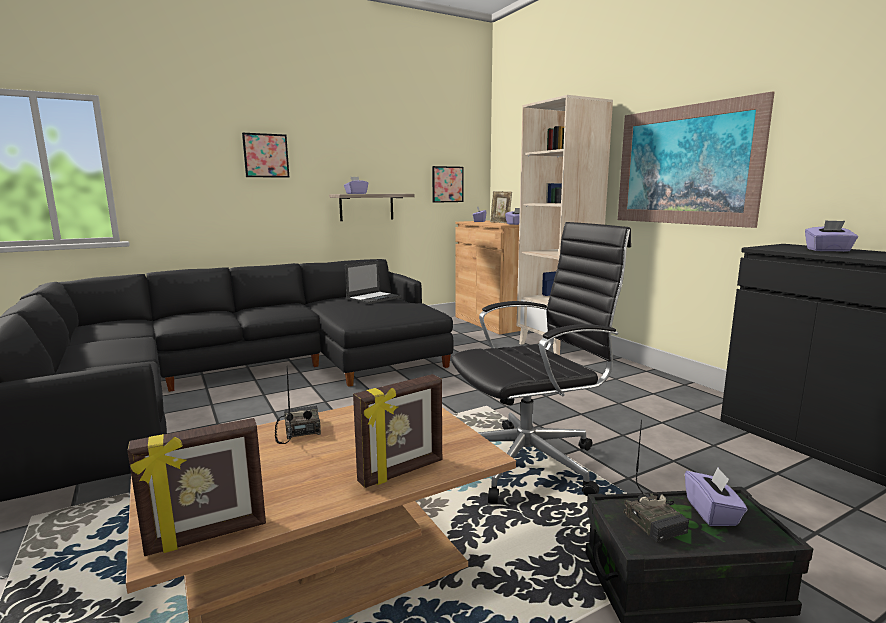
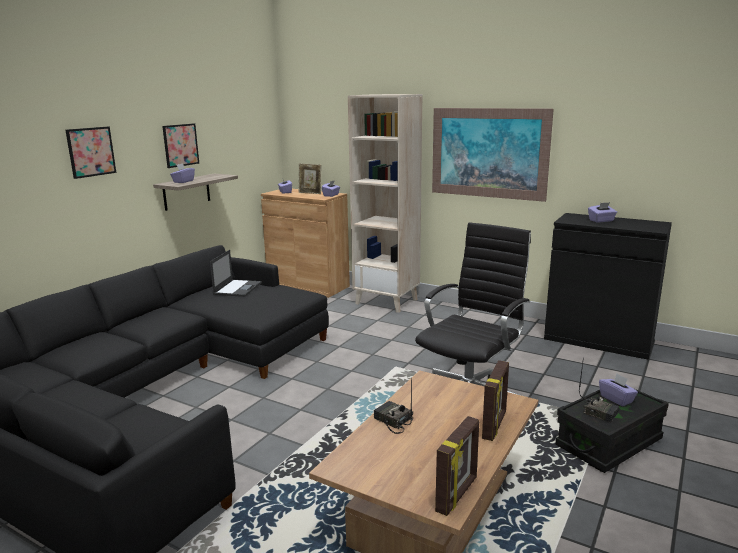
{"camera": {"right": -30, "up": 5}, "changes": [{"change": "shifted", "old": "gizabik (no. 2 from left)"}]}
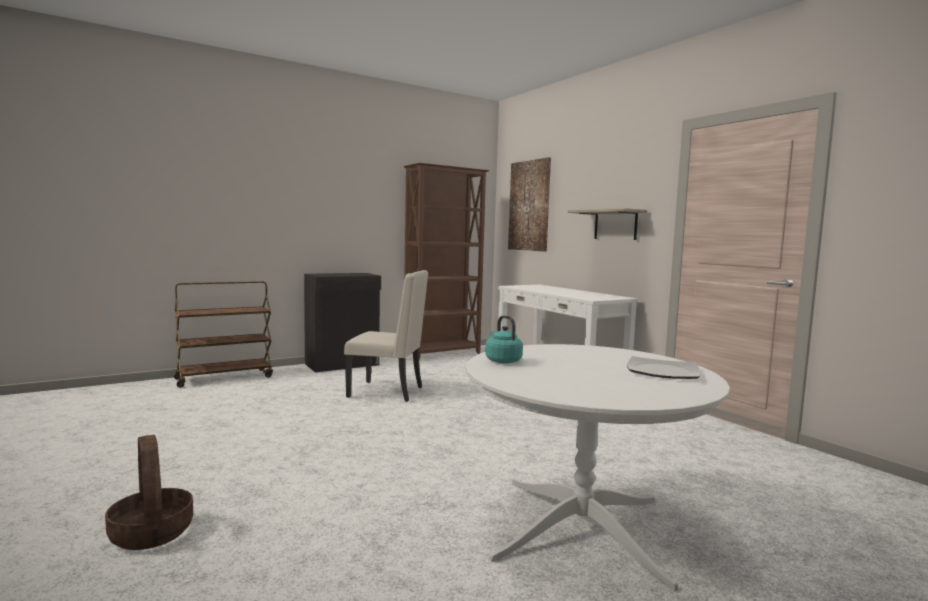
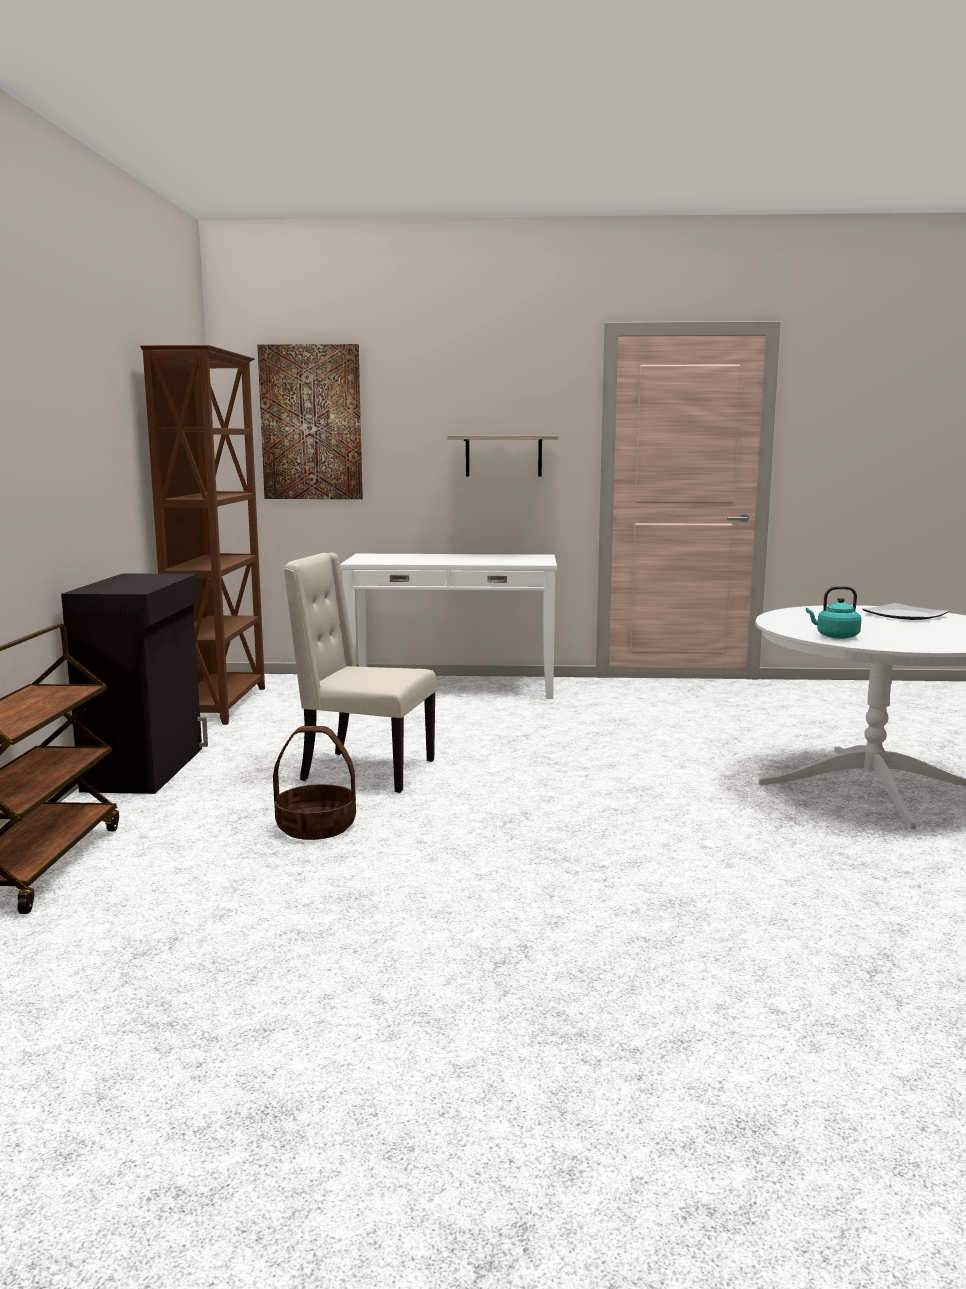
{"camera": {"right": -55, "up": 5}, "changes": [{"change": "rotated", "old": "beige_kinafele", "degrees": -120}, {"change": "shifted", "old": "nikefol"}]}
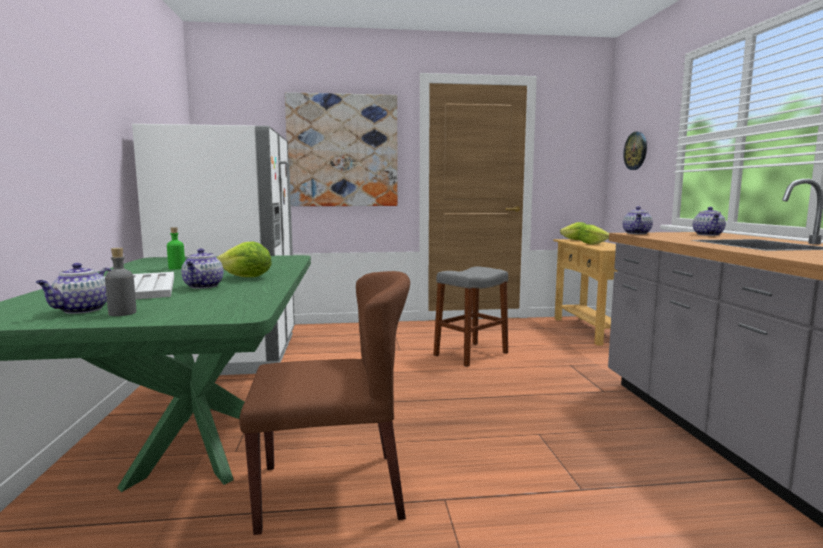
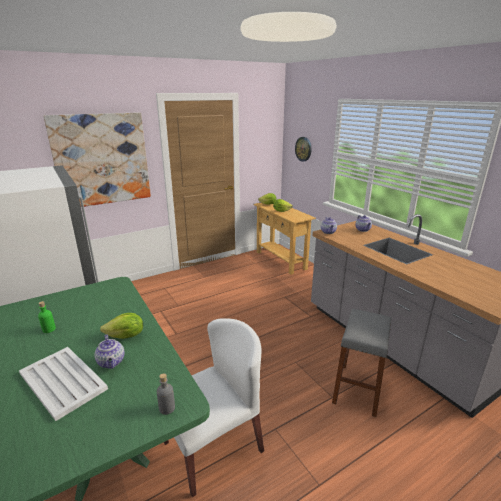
{"camera": {"right": -25, "up": 15}, "changes": [{"change": "shifted", "old": "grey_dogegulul"}, {"change": "gone", "old": "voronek (no. 1 from left)"}, {"change": "shifted", "old": "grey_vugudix"}, {"change": "repainted", "old": "brown_kinafele", "new": "white_kinafele"}]}
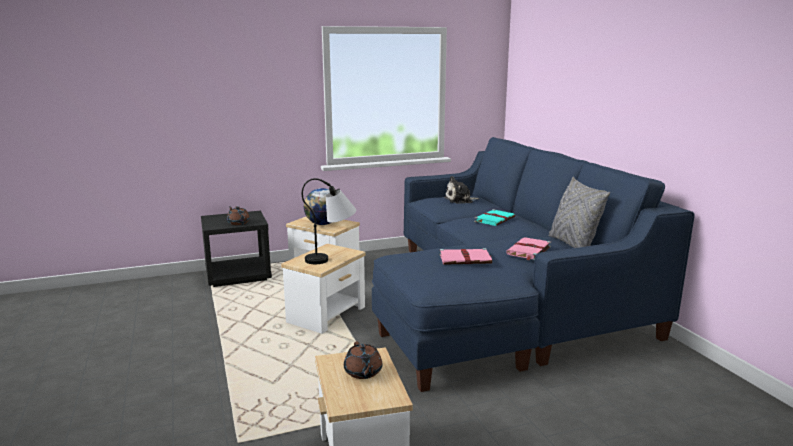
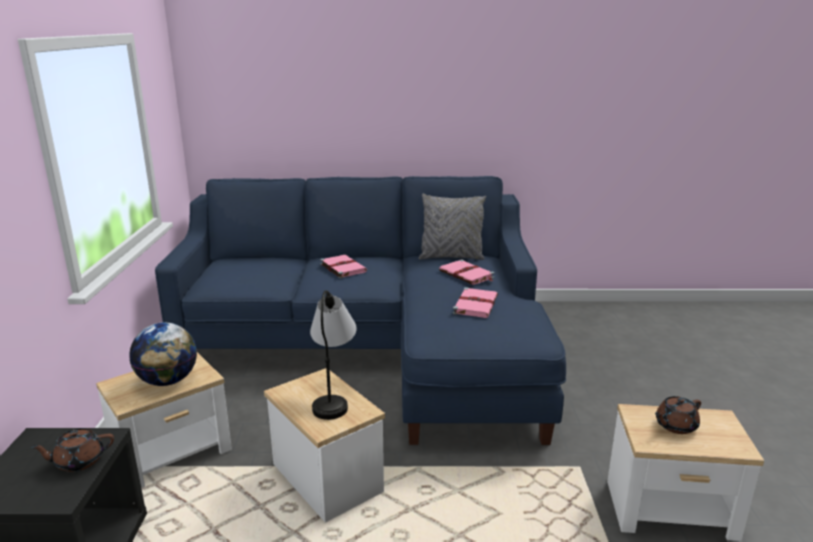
{"camera": {"right": -70, "up": 5}, "changes": [{"change": "gone", "old": "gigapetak"}, {"change": "repainted", "old": "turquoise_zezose", "new": "pink_zezose (no. 1 from left)"}, {"change": "rotated", "old": "brown_voronek (no. 2 from left)", "degrees": 150}]}
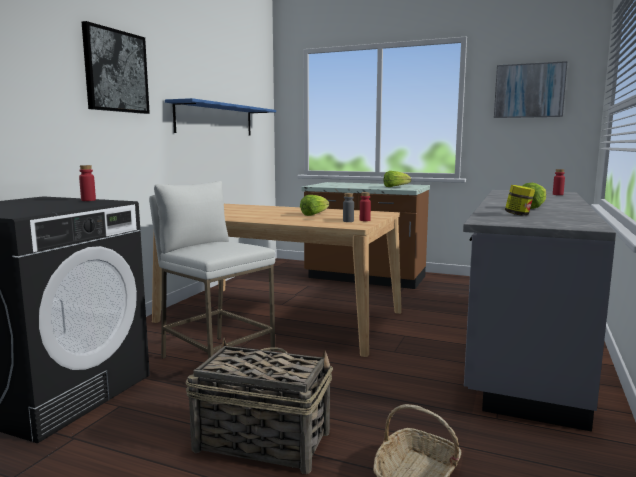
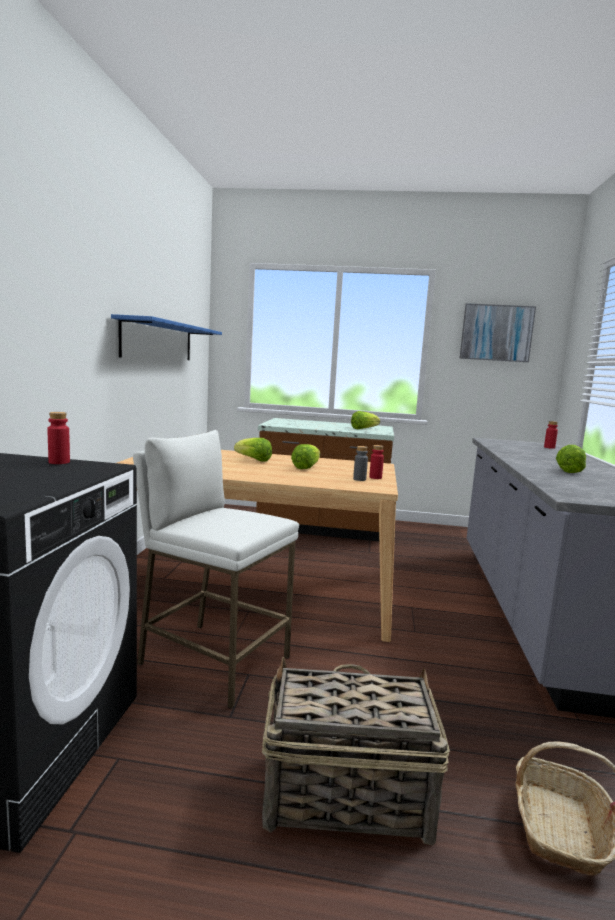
{"camera": {"right": -15, "up": 0}, "changes": [{"change": "gone", "old": "gizabik (no. 1 from left)"}, {"change": "gone", "old": "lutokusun"}, {"change": "new", "new": "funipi (no. 1 from left)"}]}
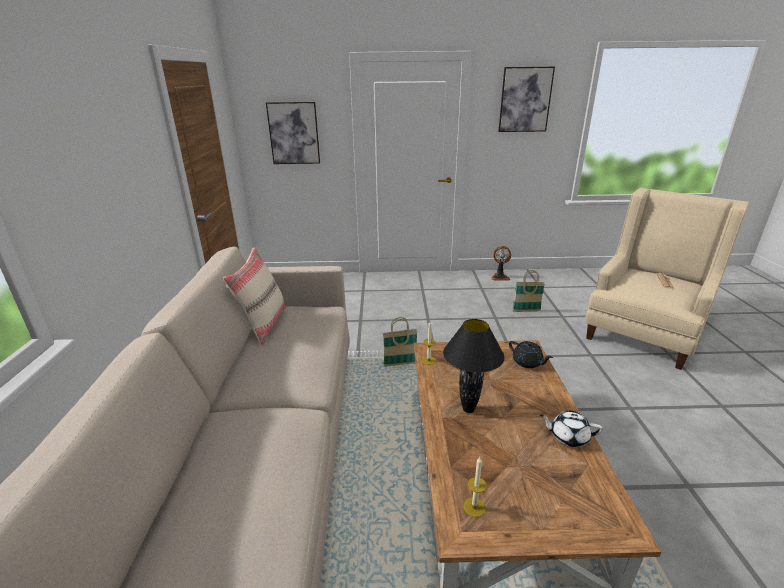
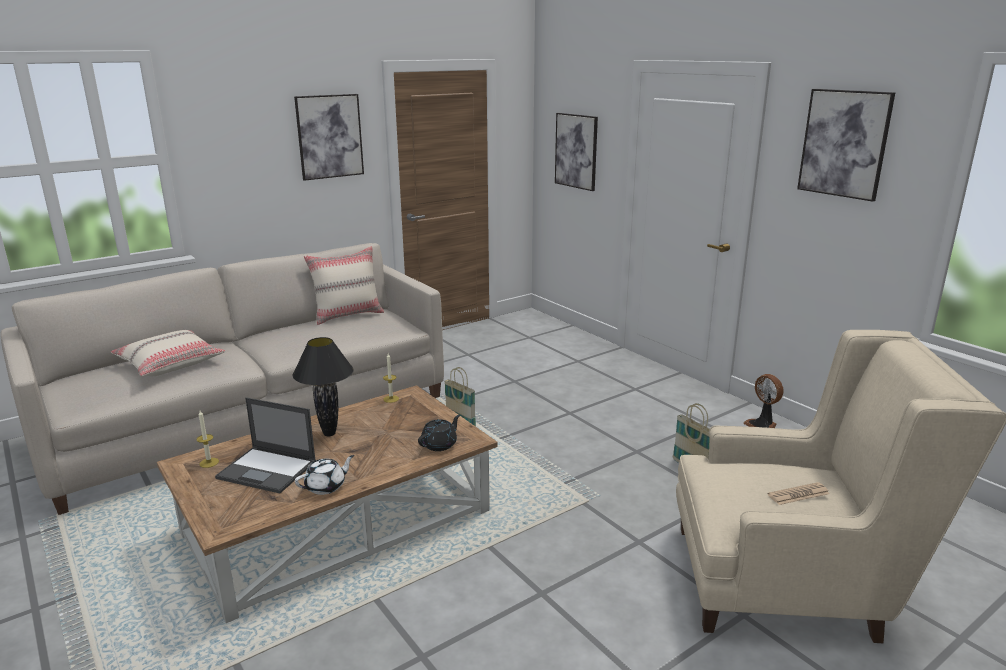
{"camera": {"right": 55, "up": -5}, "changes": [{"change": "rotated", "old": "black_voronek", "degrees": -150}, {"change": "rotated", "old": "white_voronek", "degrees": 75}, {"change": "new", "new": "gizabik (no. 1 from left)"}, {"change": "new", "new": "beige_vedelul (no. 1 from left)"}, {"change": "new", "new": "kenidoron"}]}
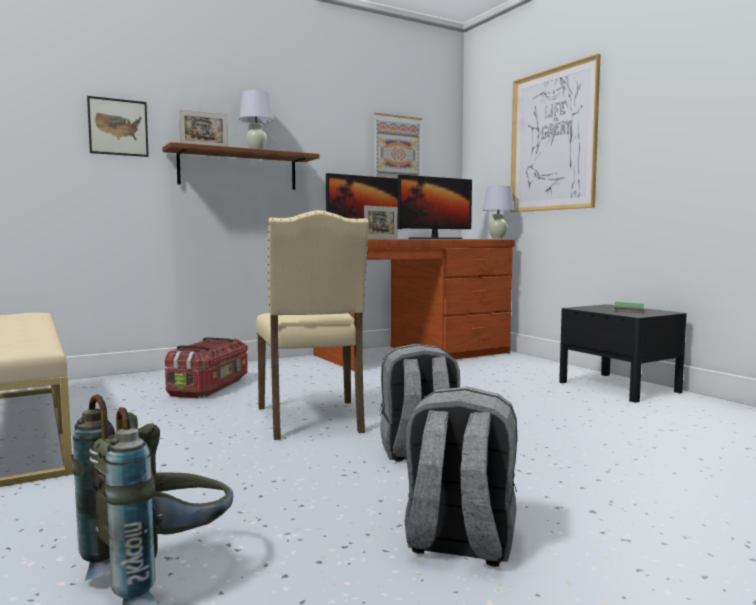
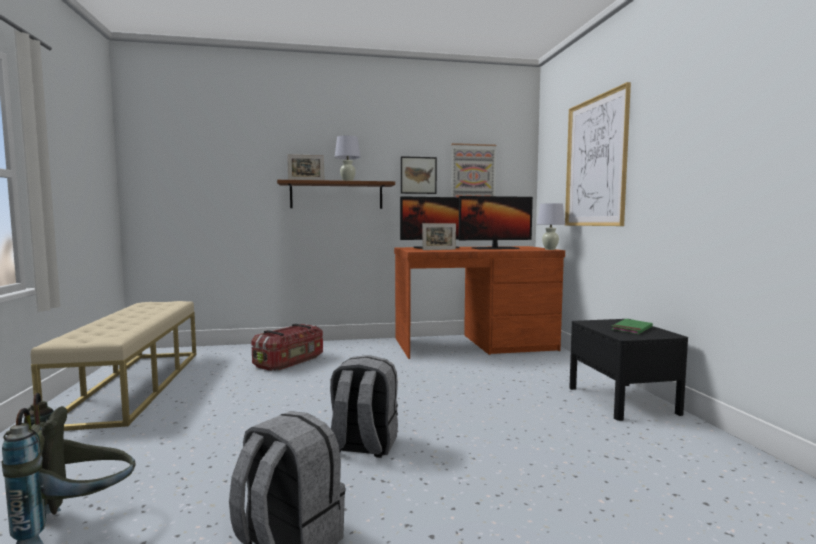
{"camera": {"right": 20, "up": 0}, "changes": [{"change": "shifted", "old": "gizabik (no. 1 from left)"}, {"change": "gone", "old": "beige_kinafele"}]}
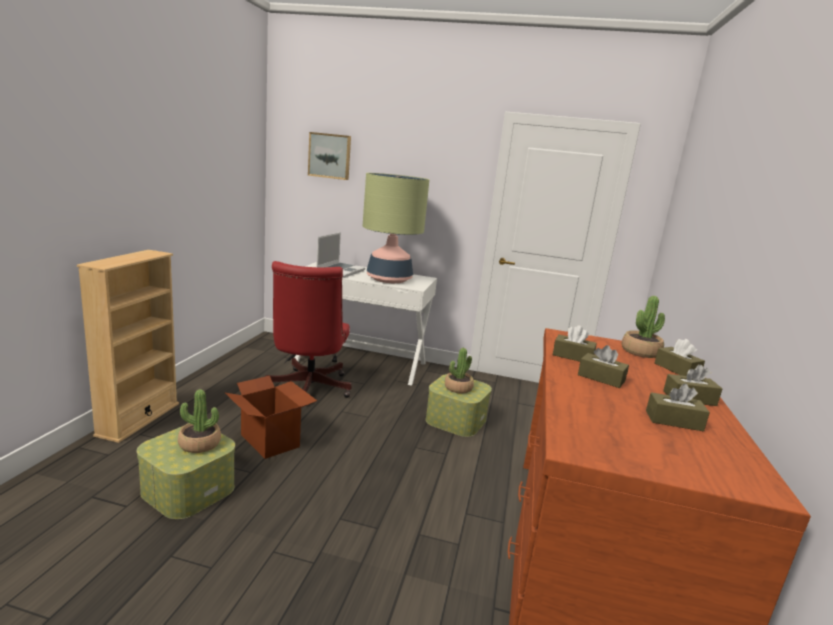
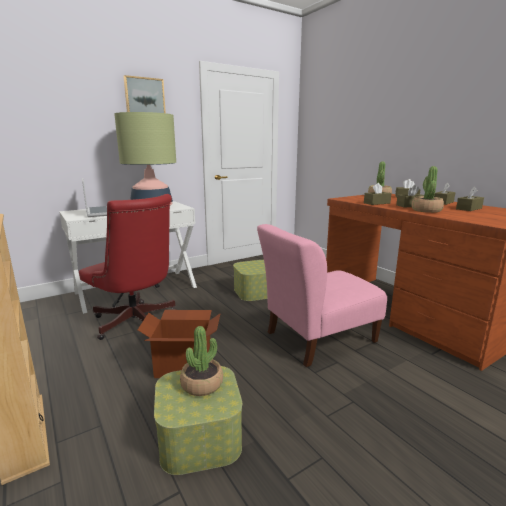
{"camera": {"right": -45, "up": 0}, "changes": [{"change": "shifted", "old": "gizabik"}, {"change": "shifted", "old": "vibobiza (no. 2 from left in the first image)", "new": "vibobiza (no. 3 from left)"}, {"change": "new", "new": "pink_kinafele"}]}
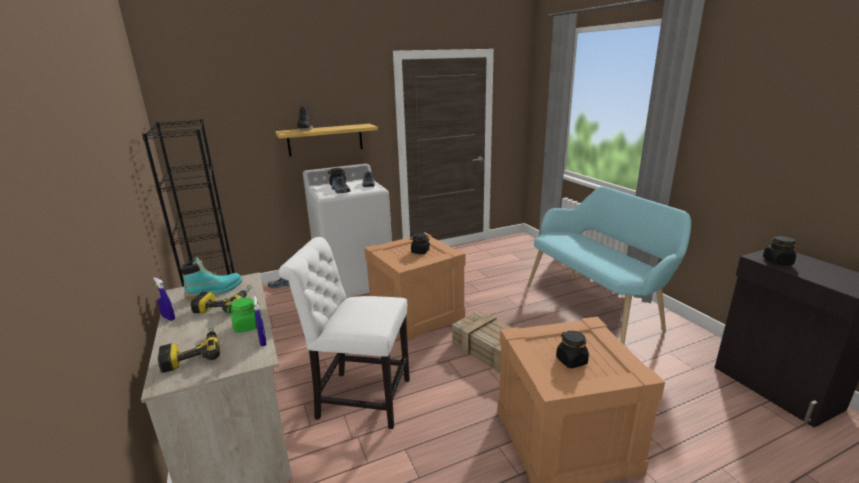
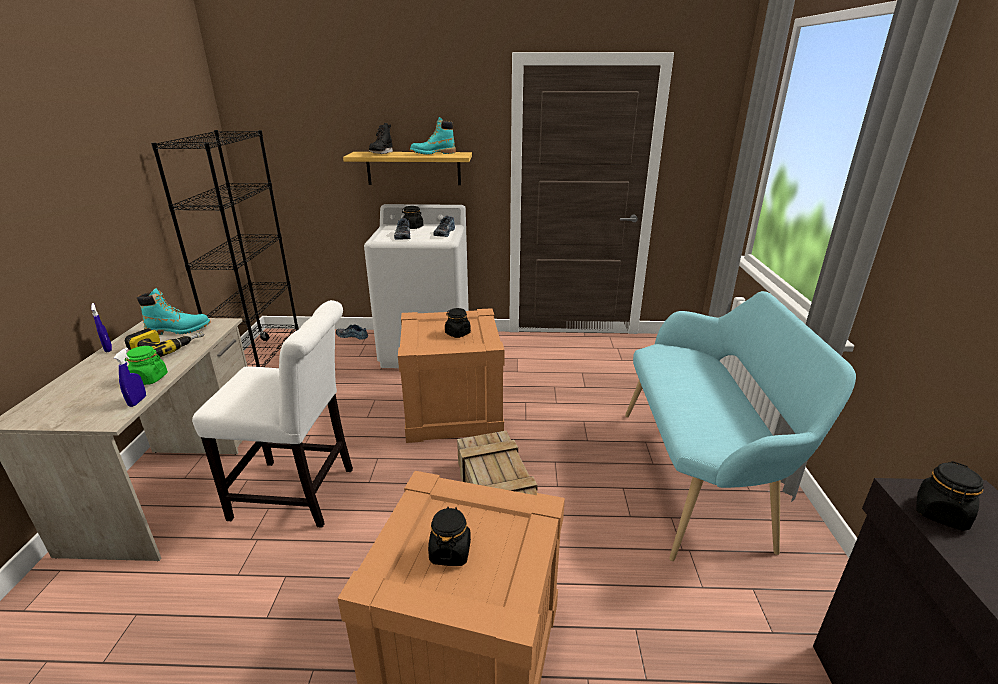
{"camera": {"right": 25, "up": 5}, "changes": [{"change": "rotated", "old": "white_kinafele", "degrees": 150}, {"change": "gone", "old": "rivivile (no. 1 from left)"}, {"change": "new", "new": "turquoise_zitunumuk (no. 2 from left)"}]}
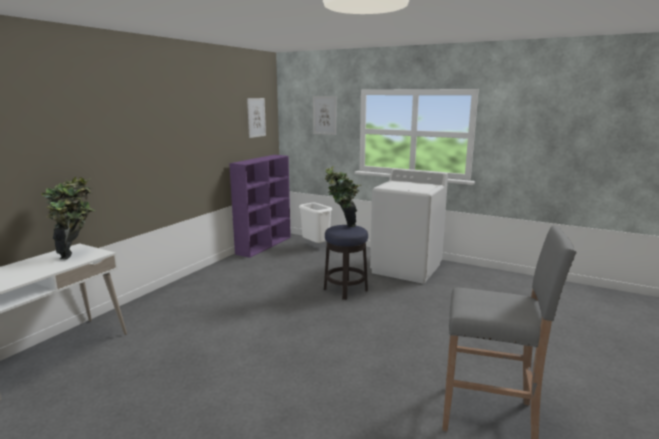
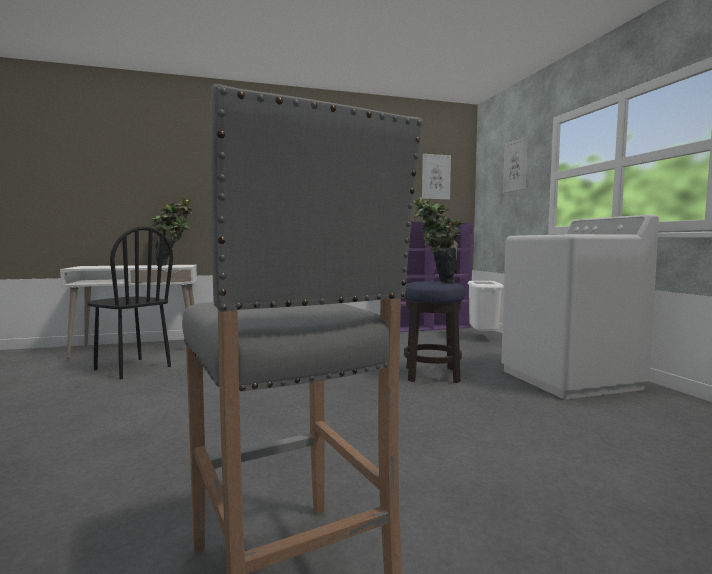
{"camera": {"right": 45, "up": -10}, "changes": [{"change": "new", "new": "black_kinafele"}]}
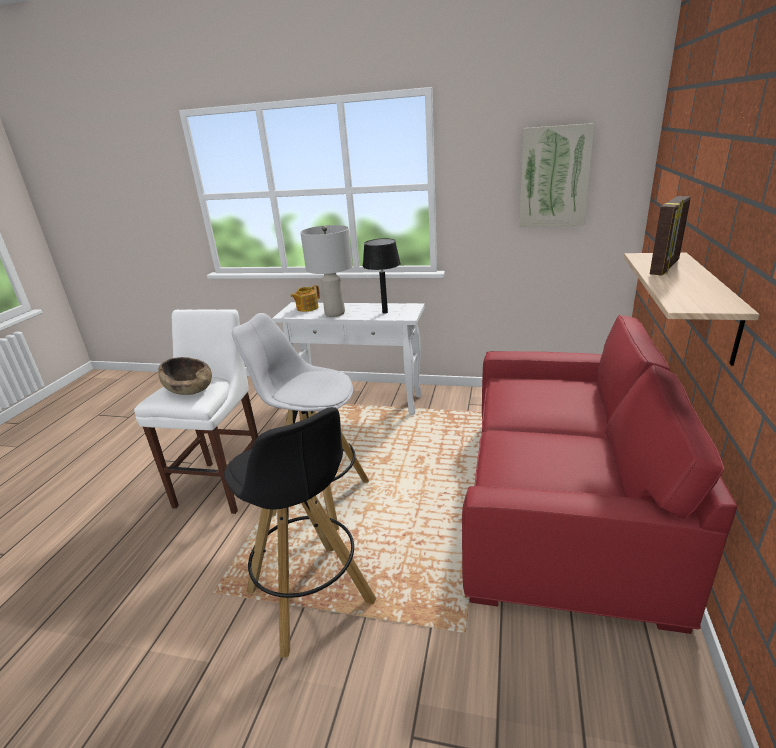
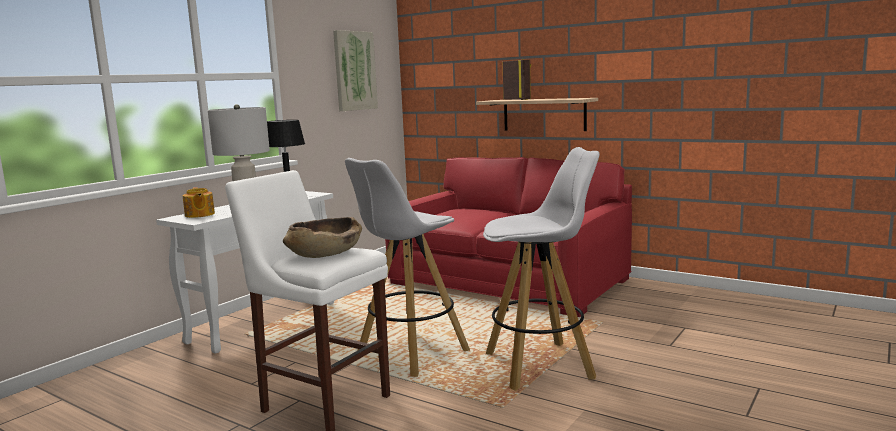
{"camera": {"right": -70, "up": -15}, "changes": [{"change": "repainted", "old": "black_vugudix", "new": "white_vugudix (no. 3 from left)"}]}
